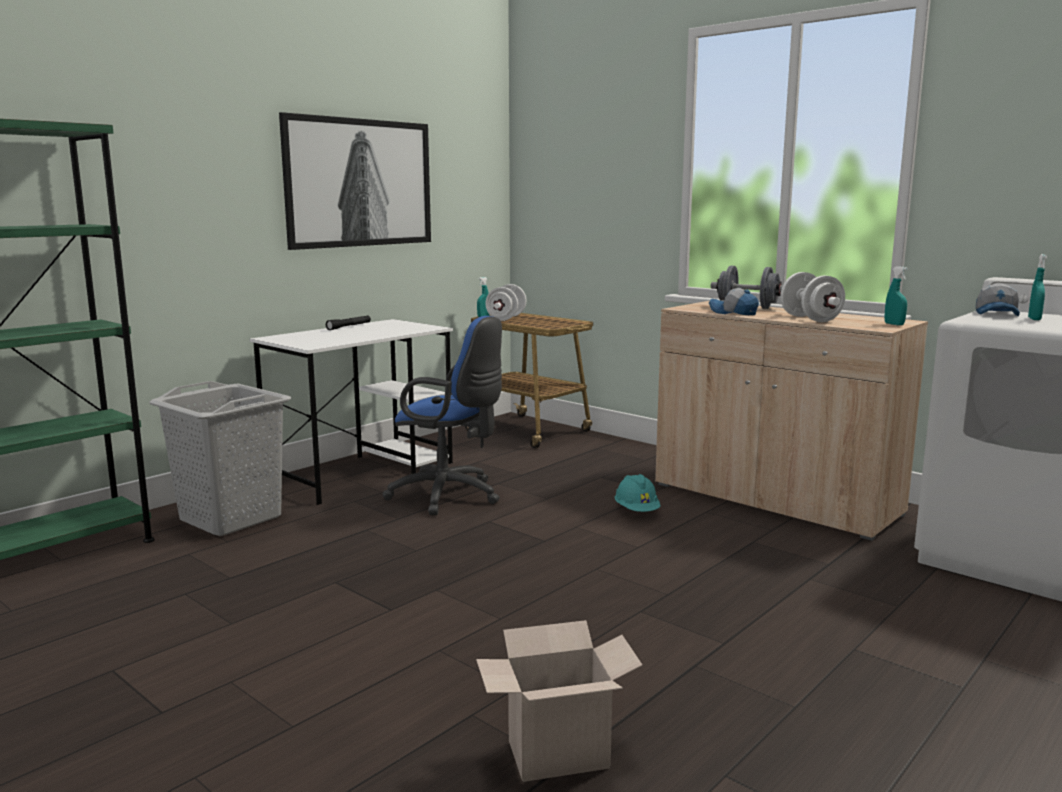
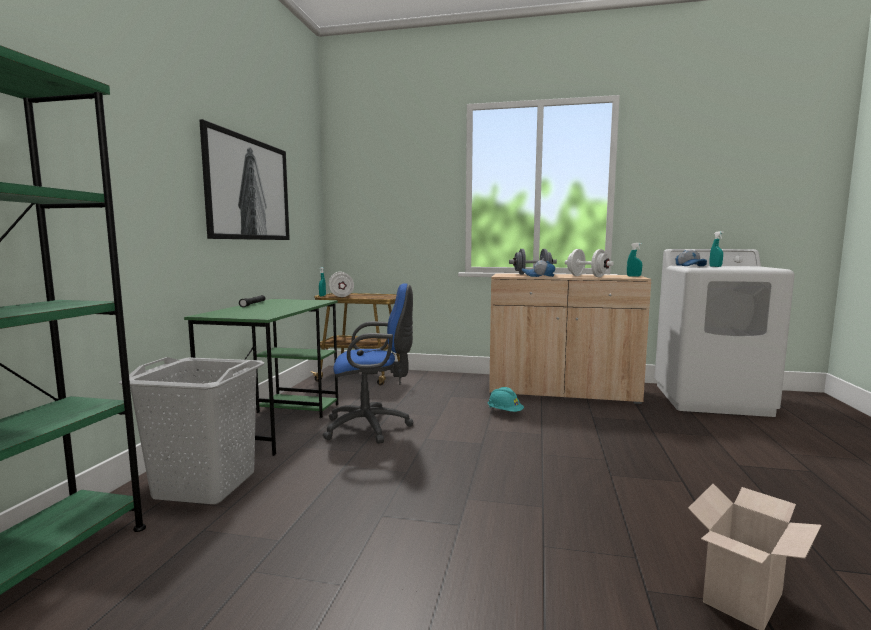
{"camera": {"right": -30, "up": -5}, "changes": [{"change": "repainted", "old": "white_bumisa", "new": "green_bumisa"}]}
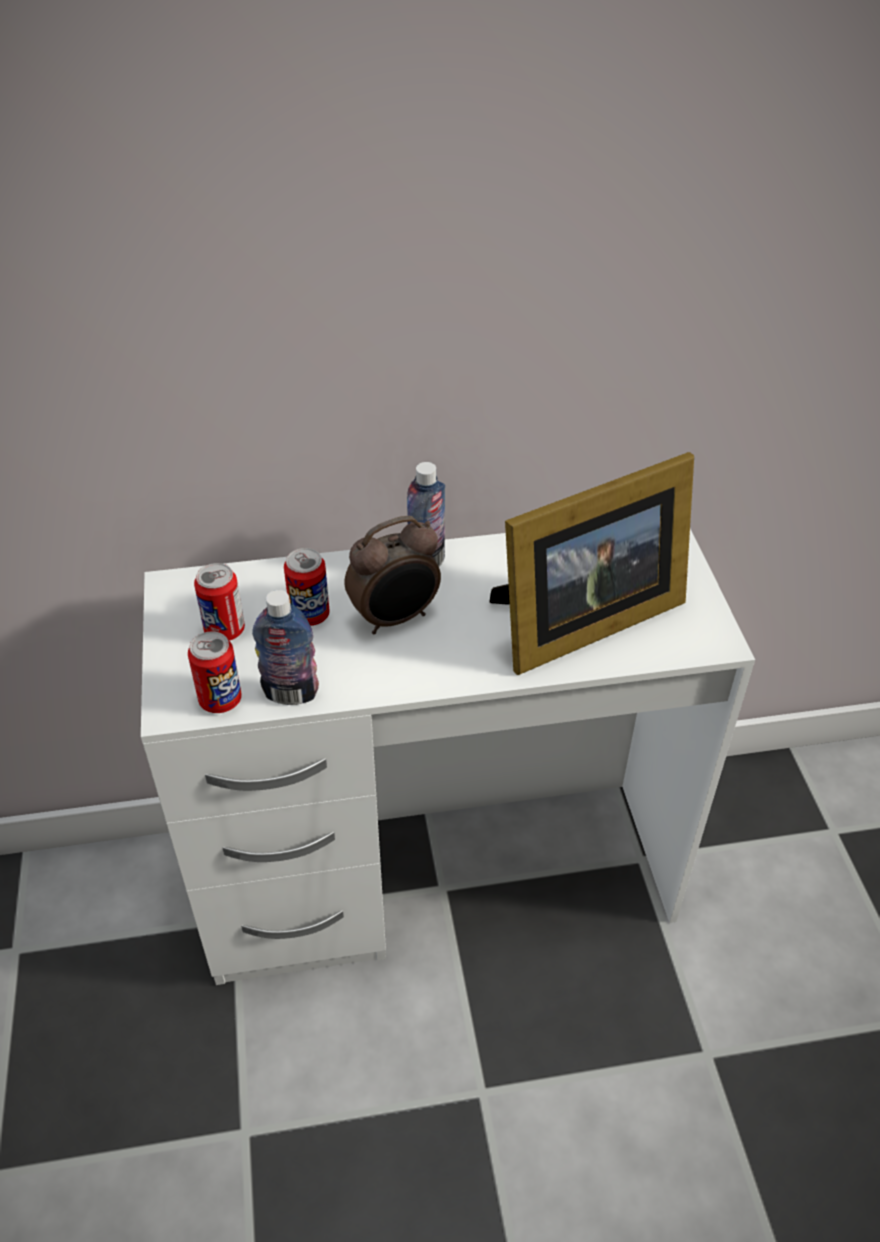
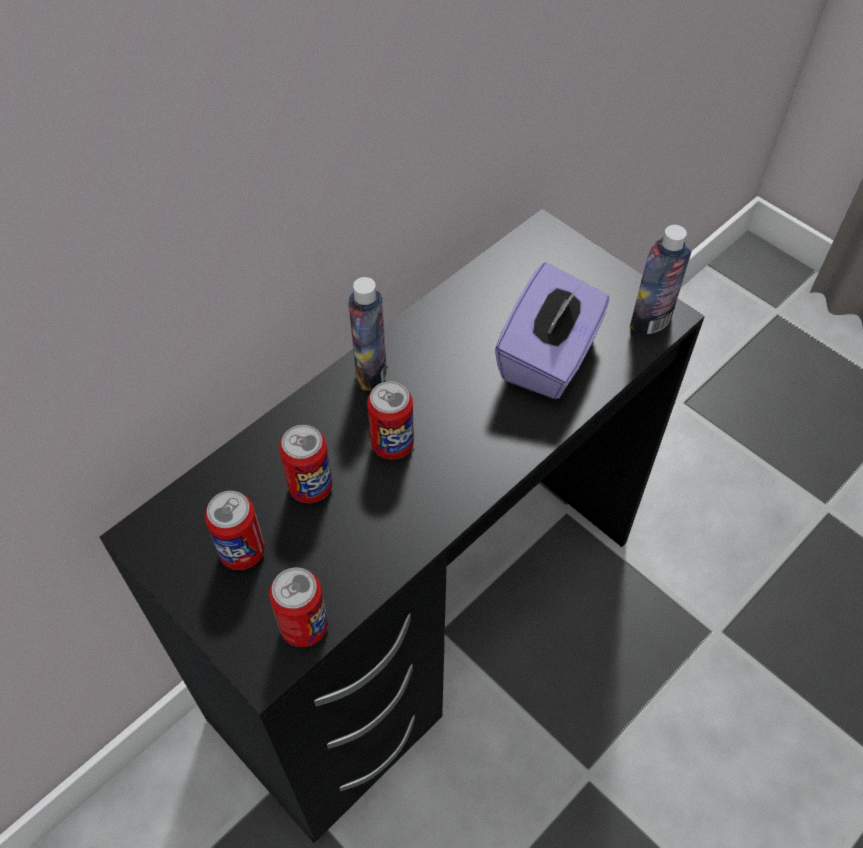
{"camera": {"right": -35, "up": 10}, "changes": [{"change": "swapped", "old": "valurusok", "new": "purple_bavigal"}, {"change": "swapped", "old": "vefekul", "new": "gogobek (no. 4 from left)"}, {"change": "repainted", "old": "white_bumisa", "new": "black_bumisa"}, {"change": "shifted", "old": "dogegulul (no. 1 from left in the first image)", "new": "dogegulul (no. 2 from left)"}]}
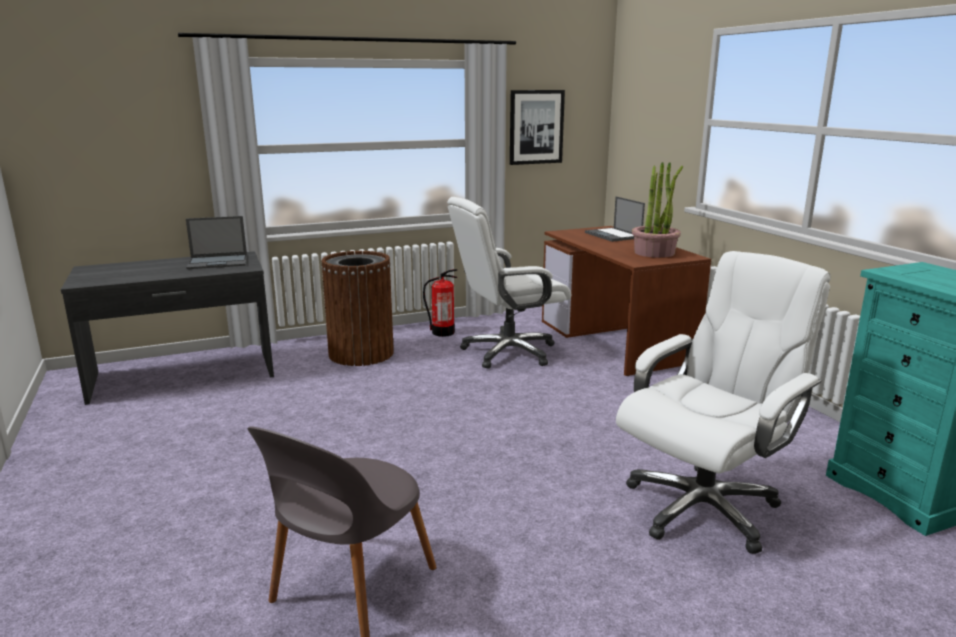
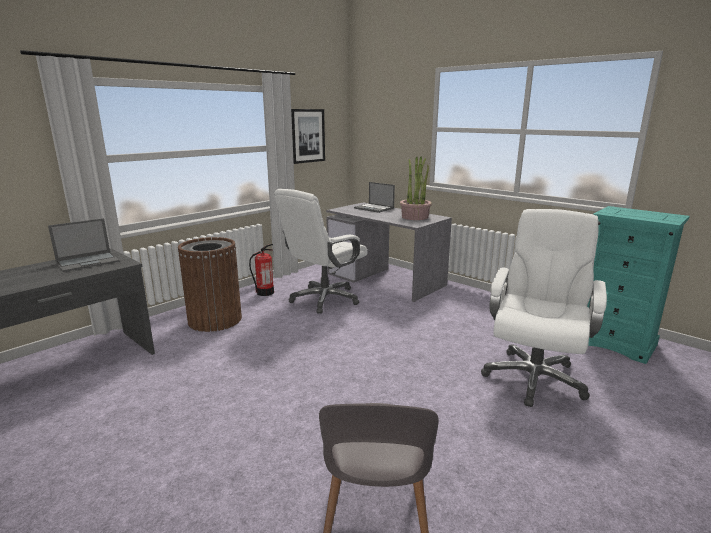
{"camera": {"right": -25, "up": 0}, "changes": [{"change": "repainted", "old": "brown_bumisa", "new": "grey_bumisa (no. 2 from left)"}]}
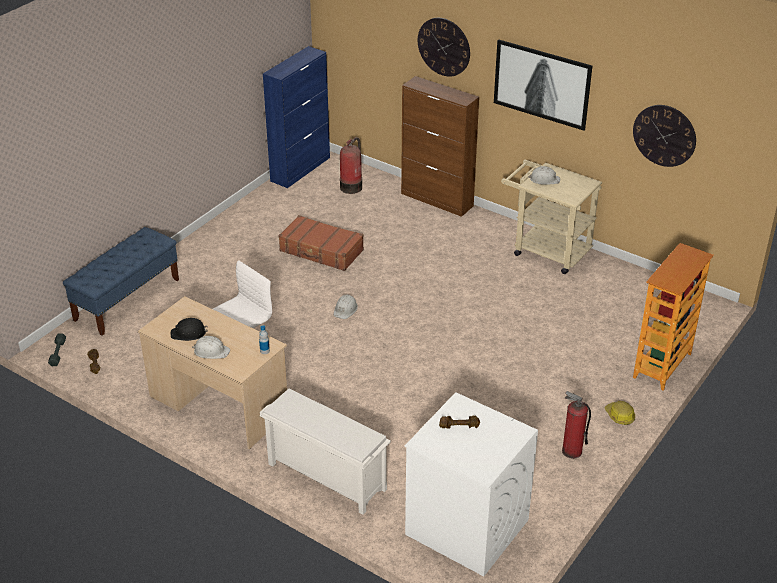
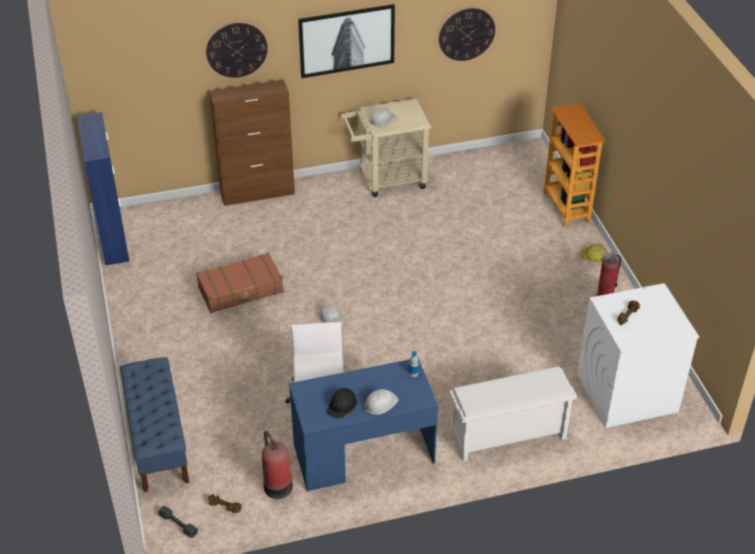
{"camera": {"right": -50, "up": 5}, "changes": [{"change": "shifted", "old": "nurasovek (no. 1 from left)"}, {"change": "repainted", "old": "beige_bumisa", "new": "blue_bumisa"}]}
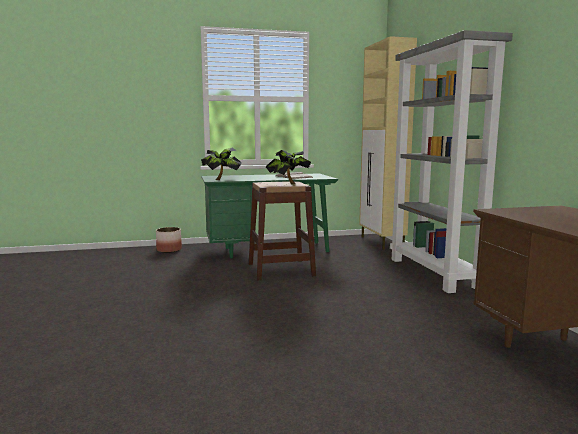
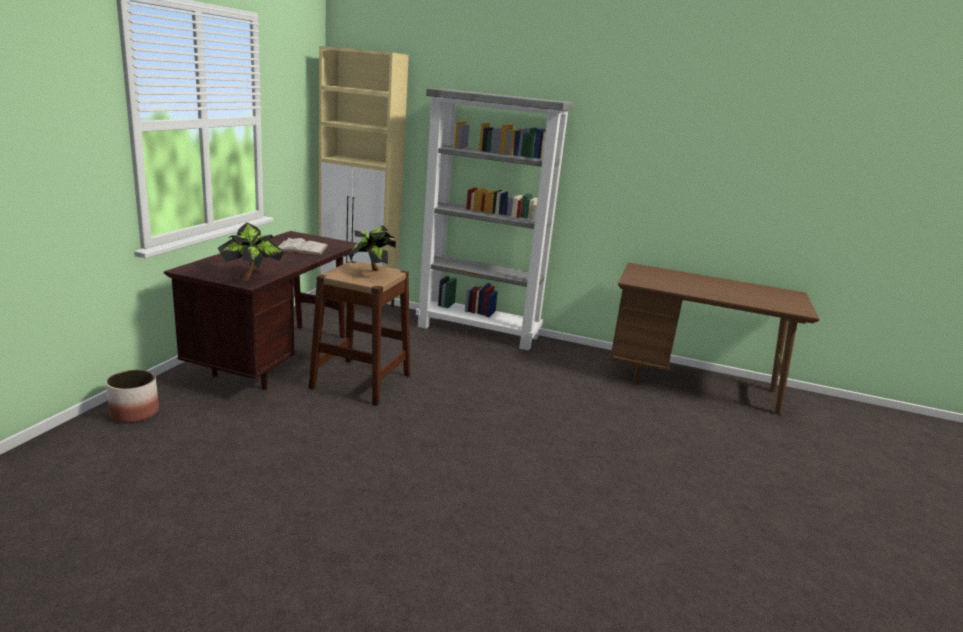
{"camera": {"right": -60, "up": 10}, "changes": [{"change": "repainted", "old": "green_bumisa", "new": "brown_bumisa (no. 1 from left)"}]}
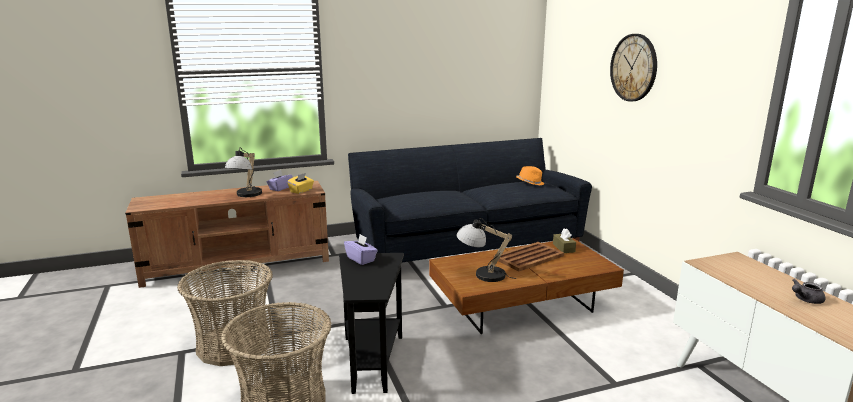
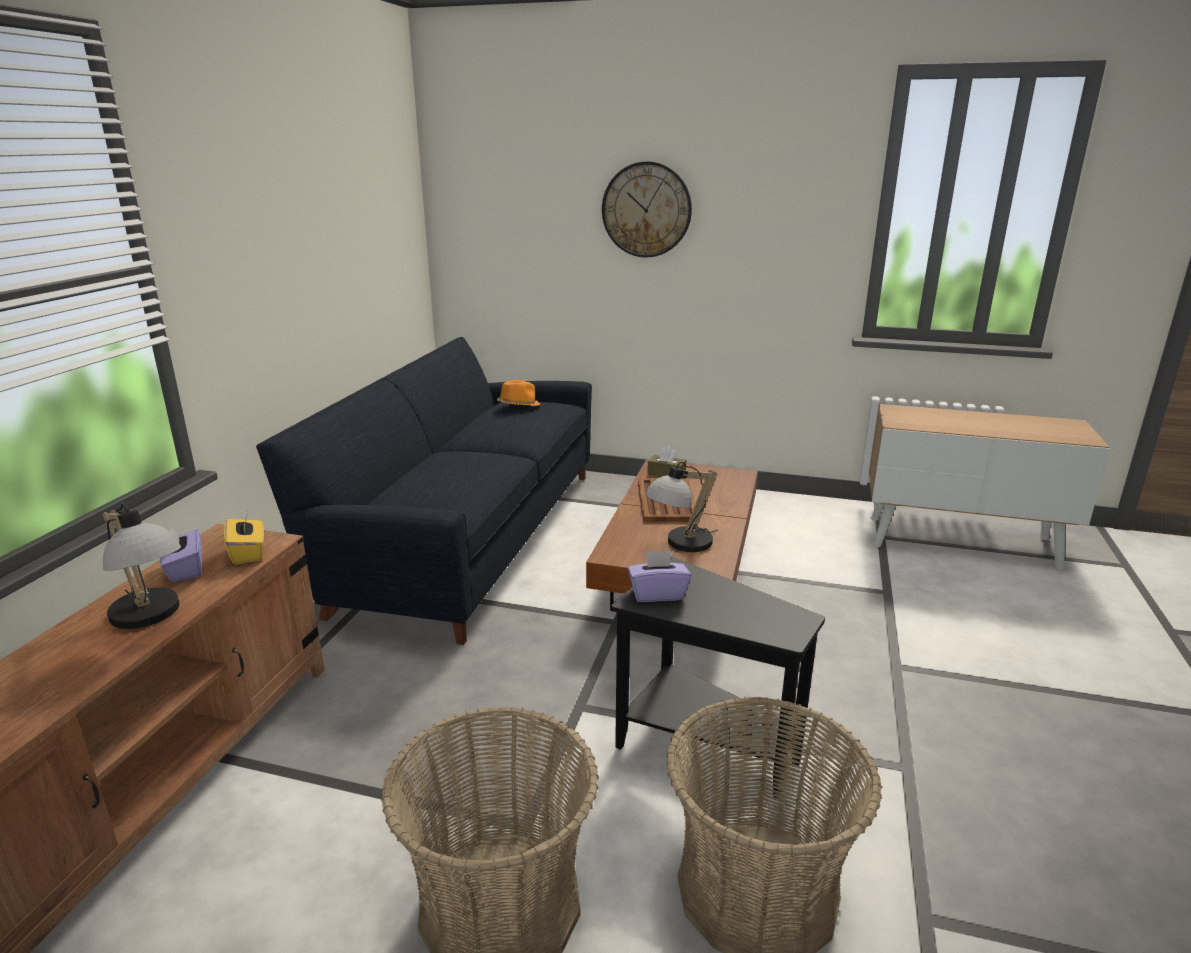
{"camera": {"right": -55, "up": 5}, "changes": [{"change": "gone", "old": "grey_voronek"}]}
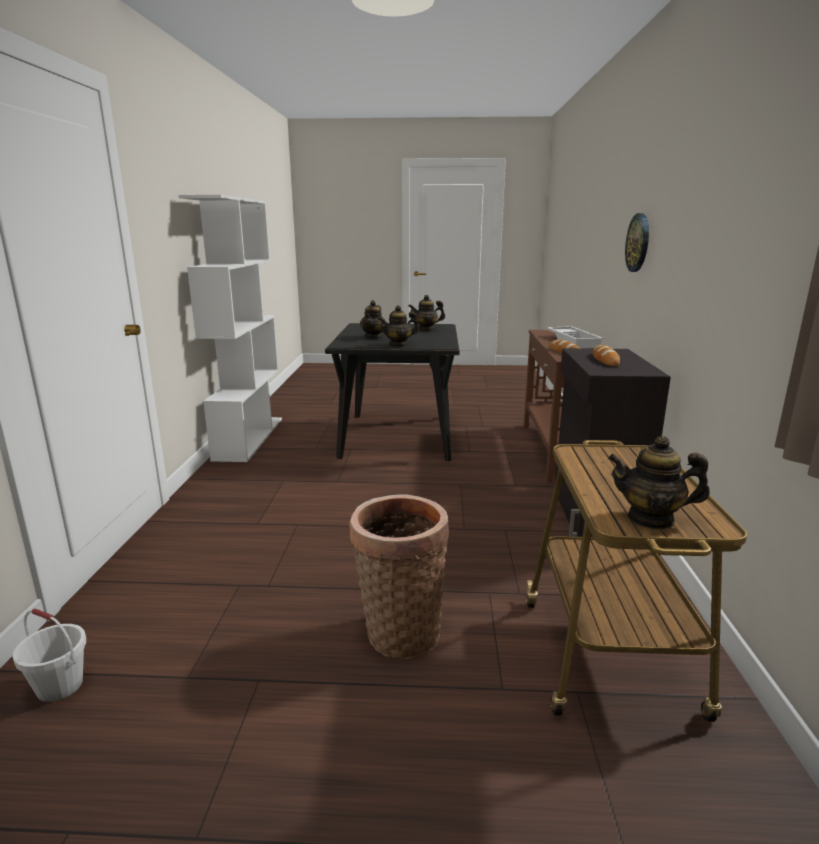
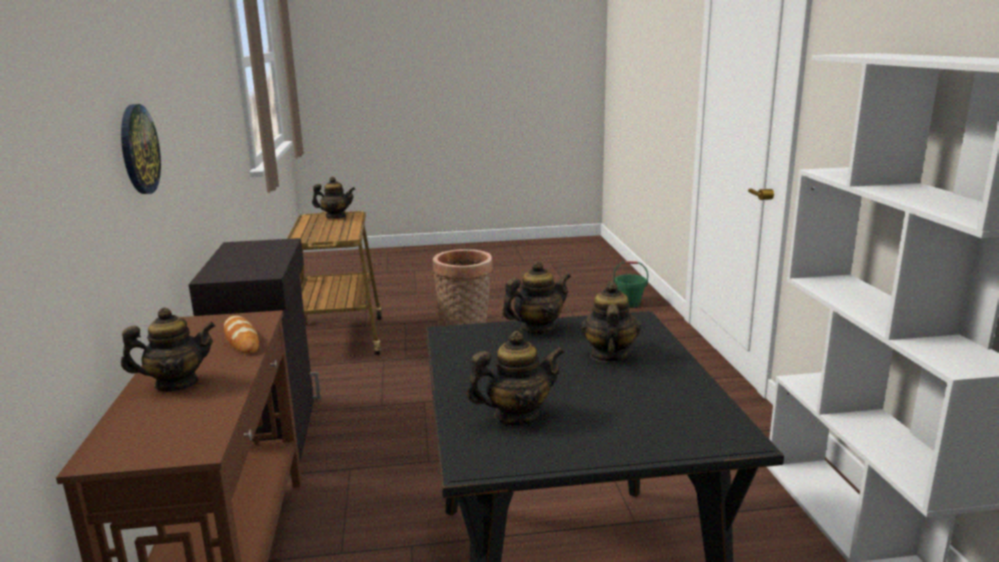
{"camera": {"right": 170, "up": 0}, "changes": [{"change": "swapped", "old": "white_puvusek", "new": "voronek (no. 1 from left)"}, {"change": "gone", "old": "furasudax (no. 2 from left)"}, {"change": "repainted", "old": "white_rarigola", "new": "green_rarigola"}]}
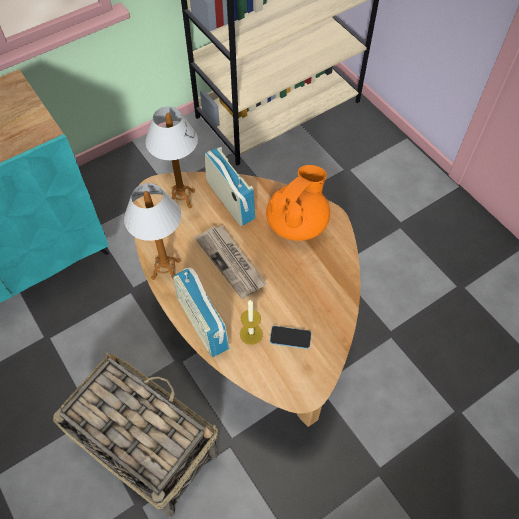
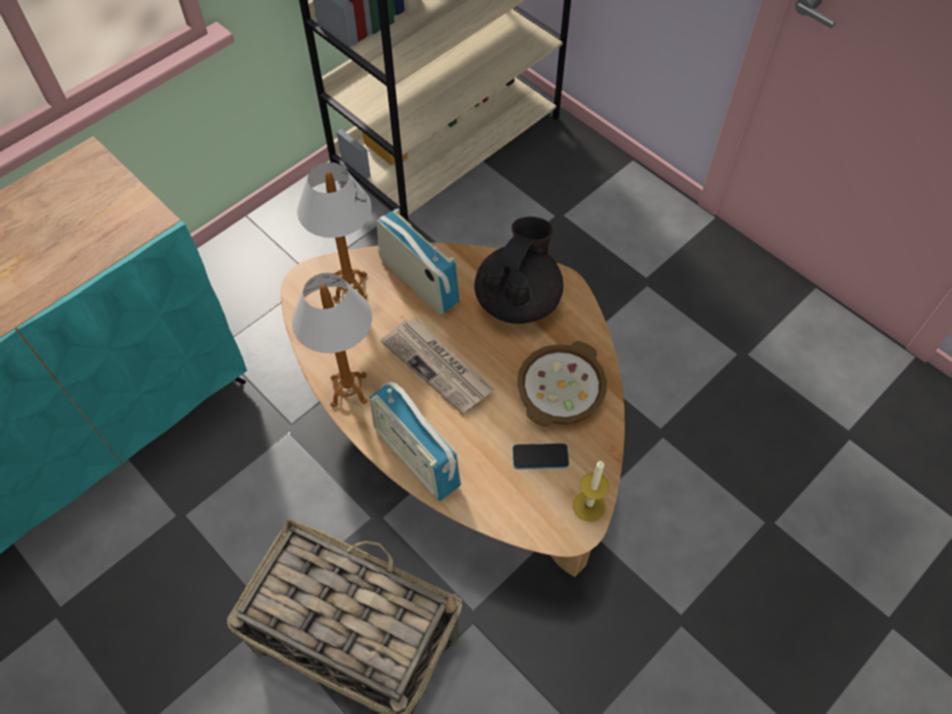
{"camera": {"right": -10, "up": 0}, "changes": [{"change": "repainted", "old": "orange_voronek", "new": "black_voronek"}, {"change": "shifted", "old": "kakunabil"}, {"change": "new", "new": "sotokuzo"}]}
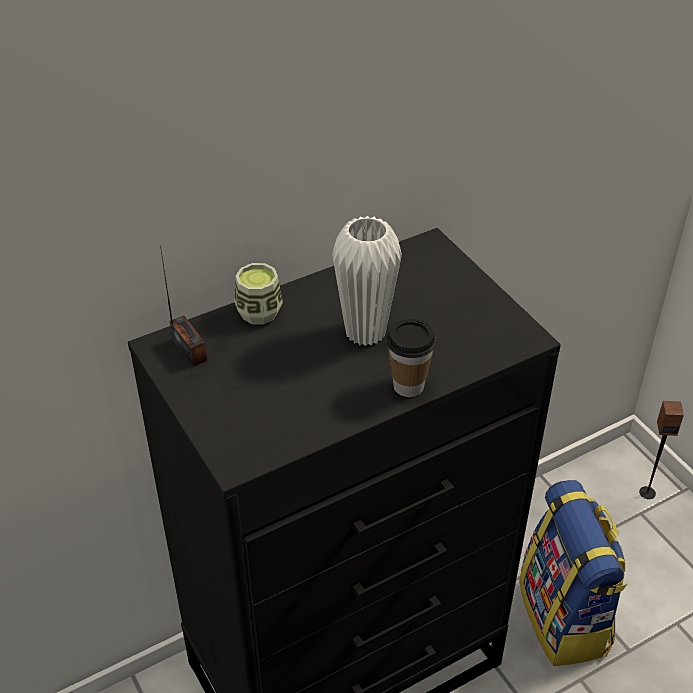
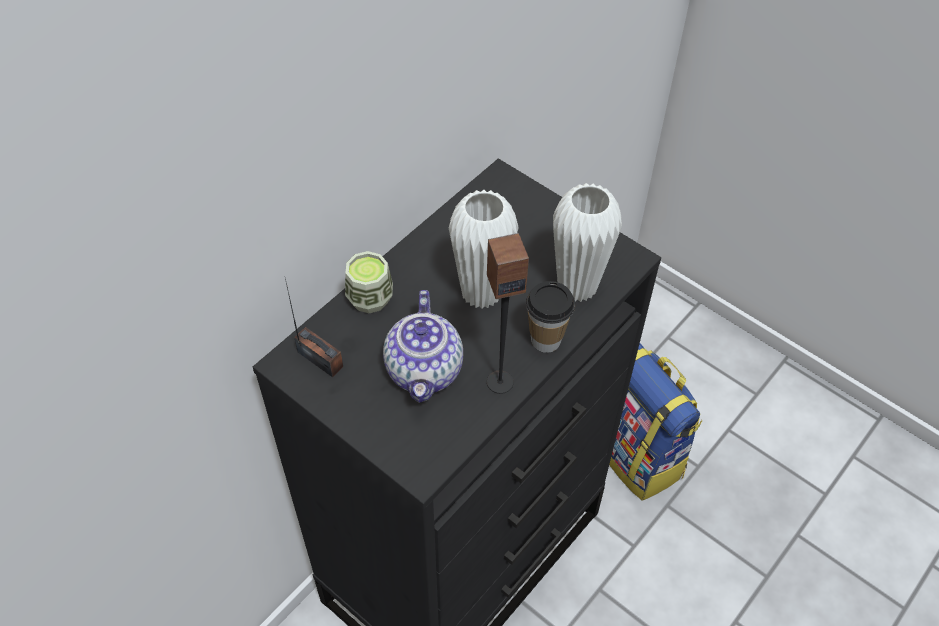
{"camera": {"right": -20, "up": 10}, "changes": [{"change": "shifted", "old": "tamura"}, {"change": "new", "new": "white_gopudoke (no. 2 from left)"}, {"change": "new", "new": "voronek"}]}
